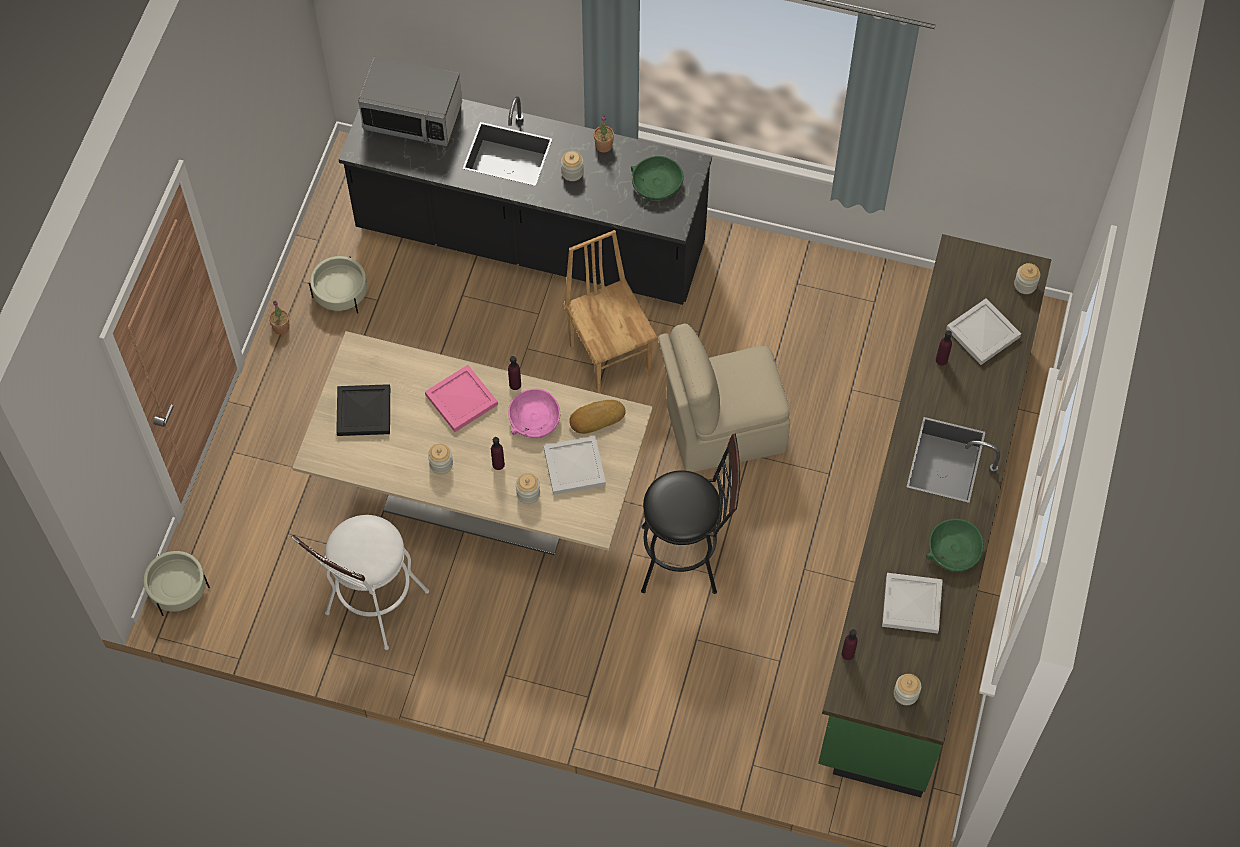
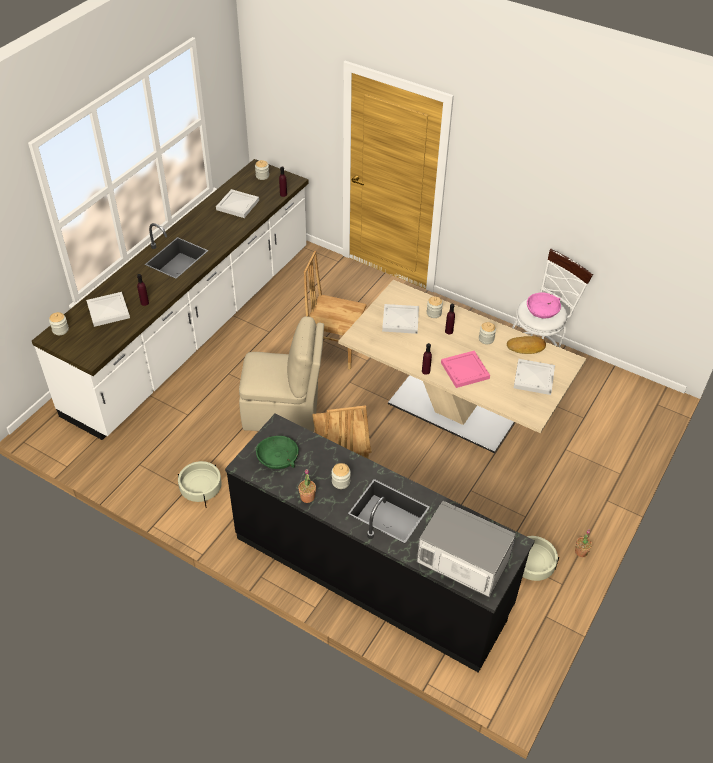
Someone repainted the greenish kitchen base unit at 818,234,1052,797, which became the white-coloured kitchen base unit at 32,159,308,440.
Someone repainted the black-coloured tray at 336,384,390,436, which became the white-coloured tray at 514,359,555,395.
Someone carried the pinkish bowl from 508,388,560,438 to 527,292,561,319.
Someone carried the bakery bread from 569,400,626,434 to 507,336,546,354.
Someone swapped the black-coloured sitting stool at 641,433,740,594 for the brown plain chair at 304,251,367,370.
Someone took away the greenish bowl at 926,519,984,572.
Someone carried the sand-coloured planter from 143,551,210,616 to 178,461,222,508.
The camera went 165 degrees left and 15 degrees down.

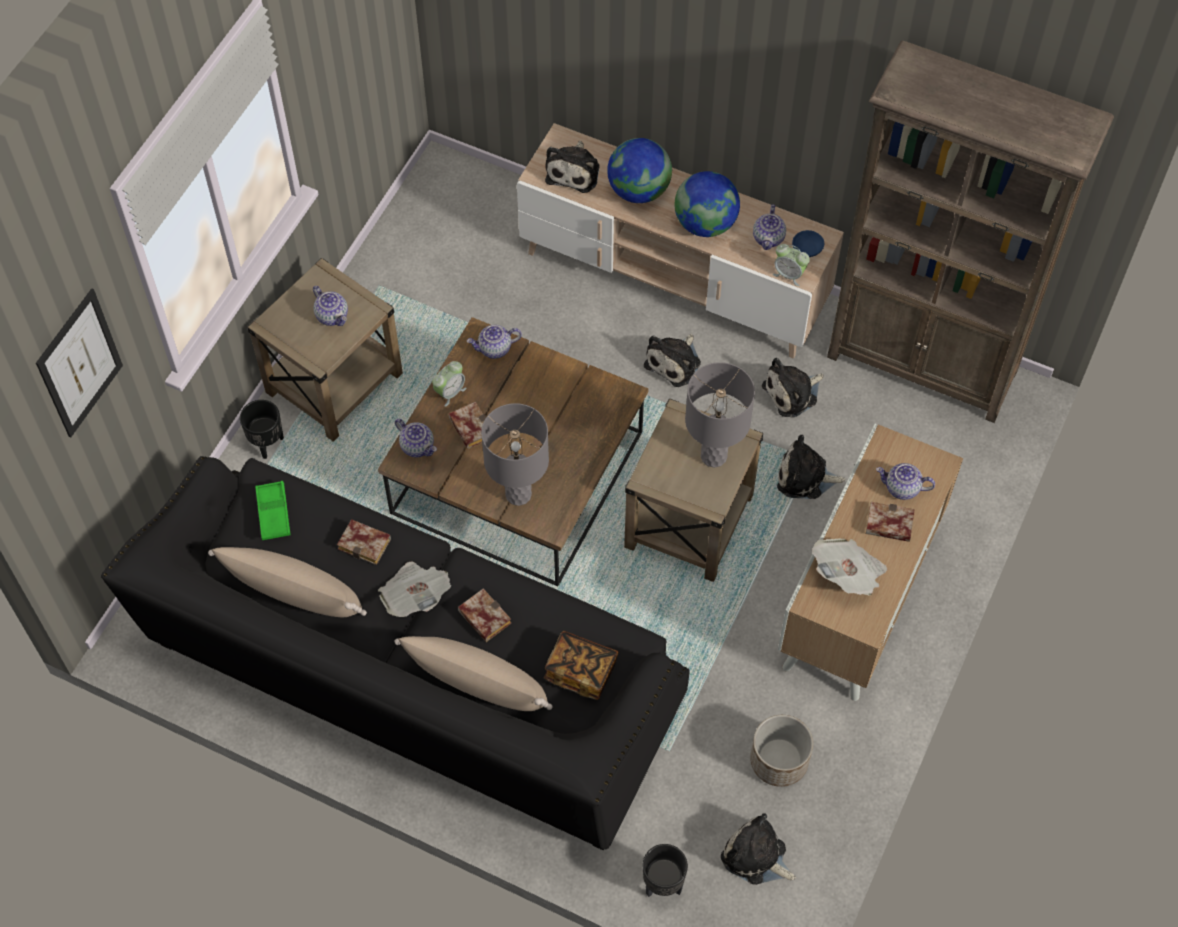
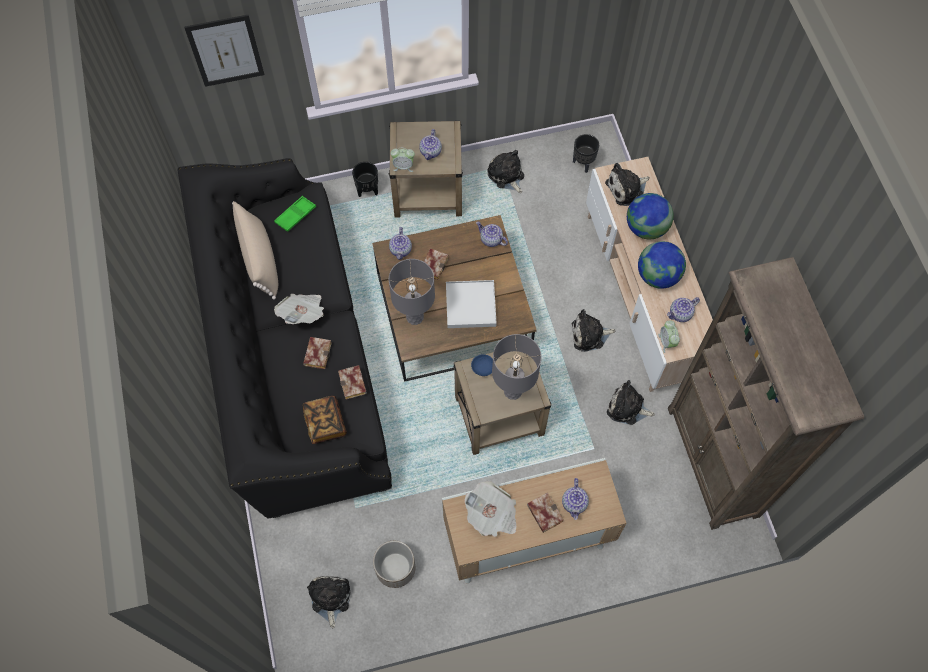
Someone carried the blue-coloured bowl from 792,230,824,257 to 471,354,493,376.
Someone carried the bedside clock from 432,361,467,407 to 391,148,415,172.
Someone carried the soft toy from 777,435,845,499 to 487,150,524,193.
Someone rotated the pot for tea at 876,463,935,500 by 150 degrees counterclockwise.
Someone carried the book from 337,519,391,565 to 338,365,367,400.
Someone took away the sand-coloured throw pillow at 395,636,553,711.
Someone carried the black-coloured planter from 643,844,688,897 to 573,134,599,173.
Someone put down the white-coloured tray at 446,280,496,328.
The camera went 50 degrees right and 5 degrees up.

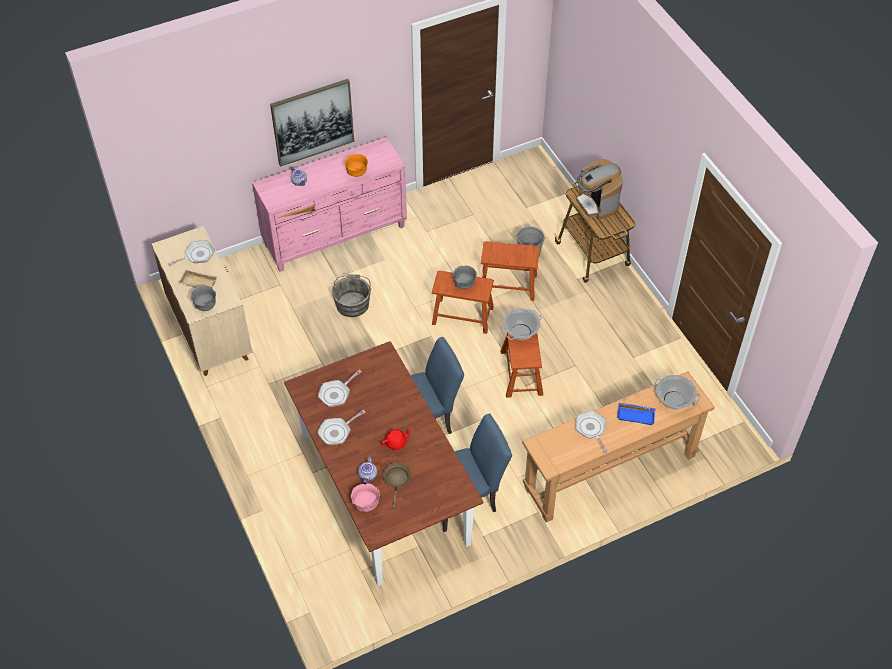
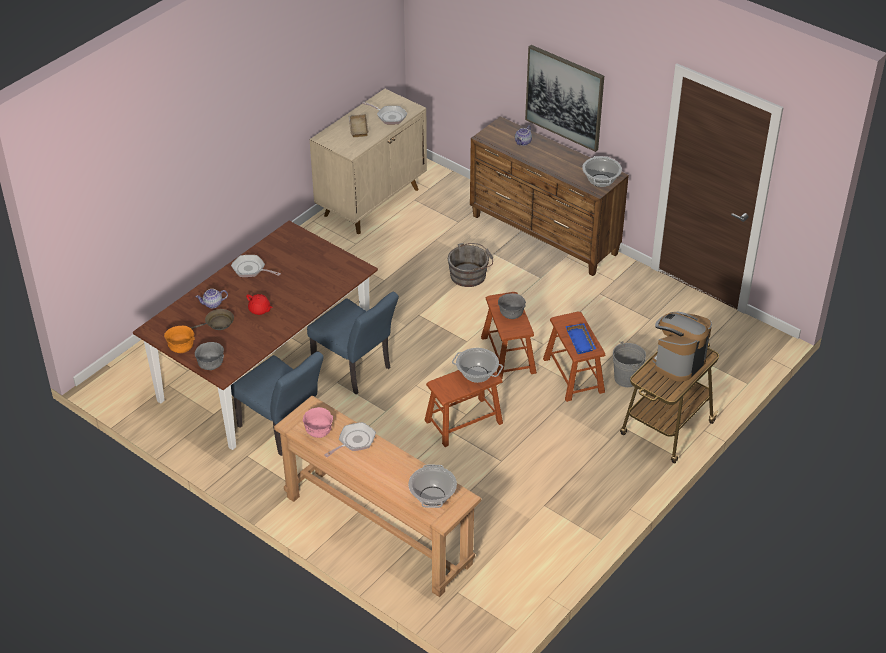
Someone repainted the pinkish dresser at 252,137,407,272, which became the brown dresser at 470,116,629,276.
Someone carried the orange-coloured bowl from 345,154,368,177 to 164,326,195,353.
Someone carried the grey bowl from 191,285,216,311 to 195,342,224,370.
Someone took away the frying pan at 318,369,362,407.
Someone carried the blue-coloured tray from 617,403,655,425 to 566,323,596,355.
Someone carried the pinkish bowl from 351,483,380,512 to 303,407,333,438.
Someone put down the stockpot at 582,156,622,187.
The camera went 65 degrees right and 10 degrees down.

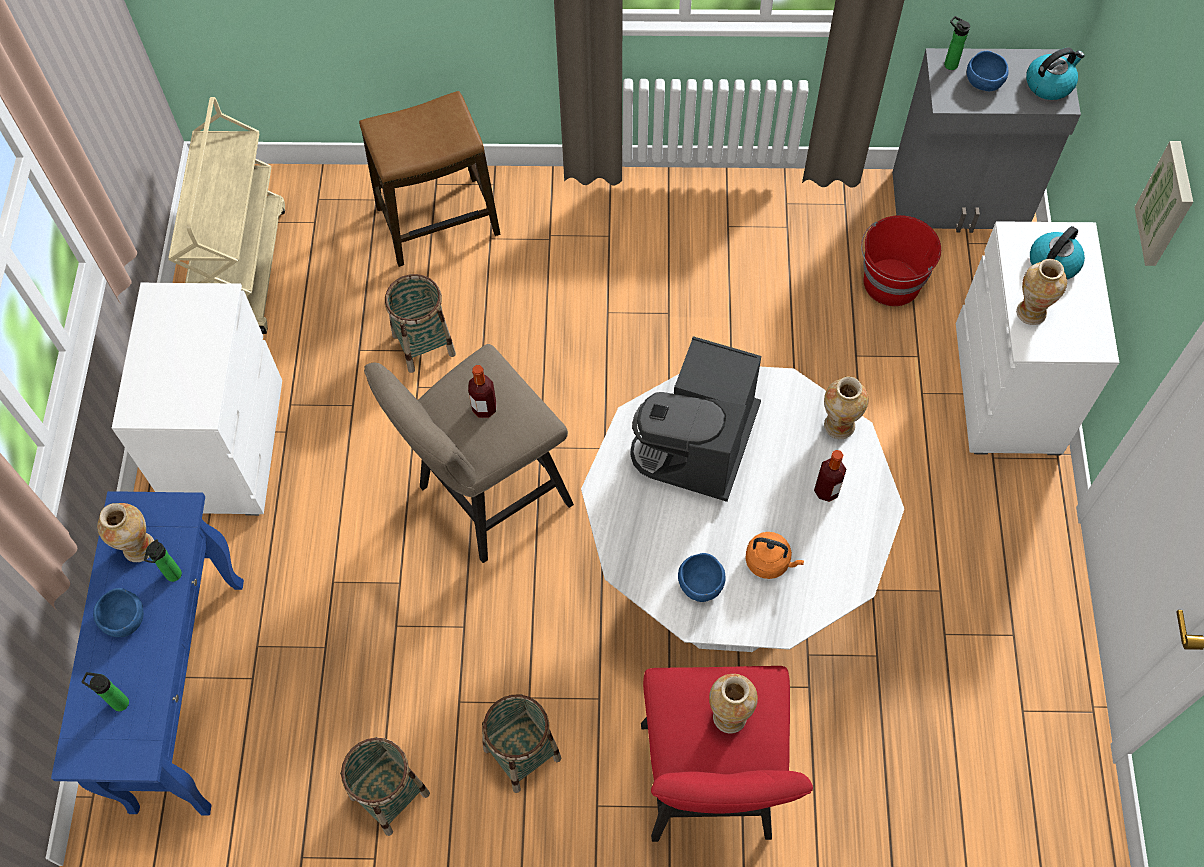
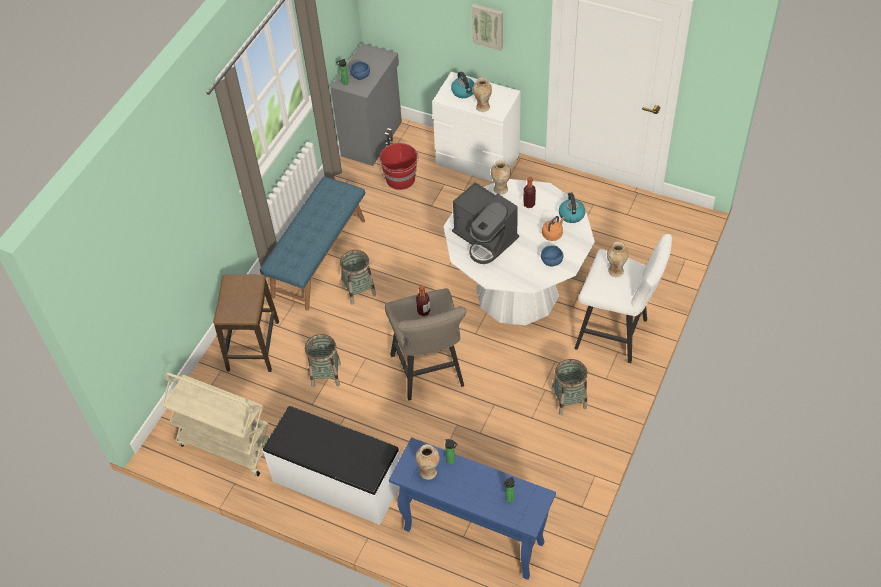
Someone carried the water kettle from 1026,48,1085,100 to 559,192,585,223.
Someone swapped the white-coloured dresser at 112,283,282,516 for the white-coloured bench at 263,406,400,525.
Someone took away the blue-coloured bowl at 93,588,144,637.
Someone repainted the red-coloured sitting stool at 641,666,813,842, which became the white-coloured sitting stool at 574,234,672,363.
Someone carried the basket from 340,737,430,836 to 340,250,376,305.
Someone put down the blue-coloured bench at 260,176,365,311.
The camera went 65 degrees left and 10 degrees down.

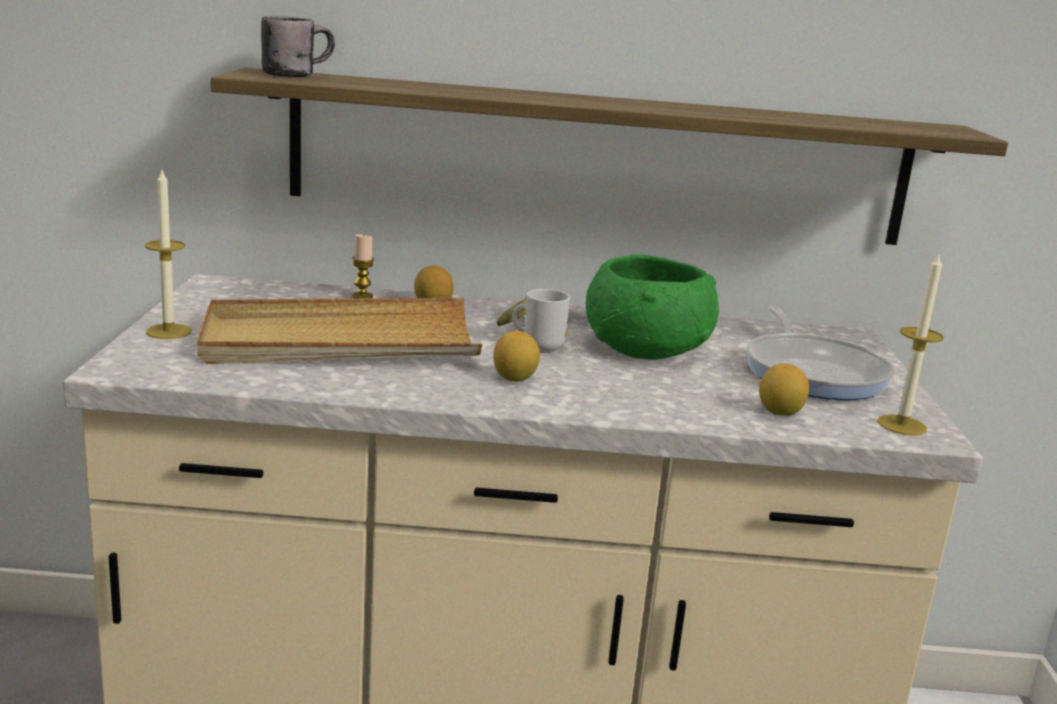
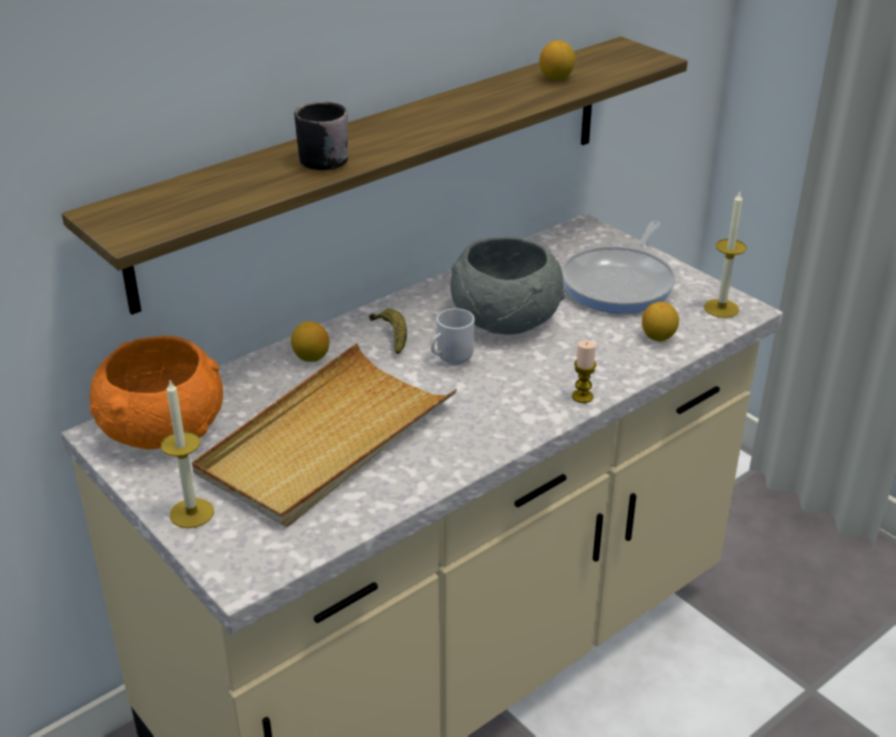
Someone carried the black-coloured coffee mug from 261,16,335,77 to 294,102,348,170.
Someone carried the wax light from 352,234,374,299 to 572,340,596,403.
Someone repainted the greenish bowl at 586,254,719,360, which became the grey bowl at 450,237,565,334.
Someone rotated the frying pan at 746,307,895,400 by 75 degrees clockwise.
Someone carried the citrus fruit from 493,331,540,382 to 540,40,575,80.
Someone put down the orange-coloured bowl at 90,335,223,450.
The camera went 40 degrees left and 15 degrees up.

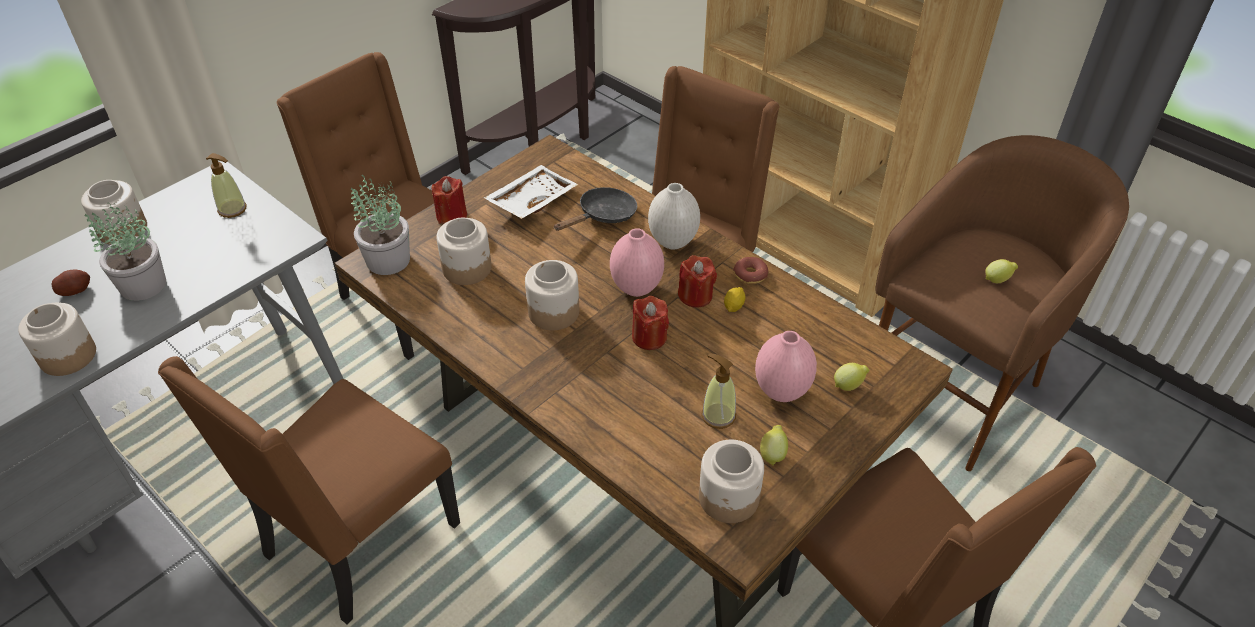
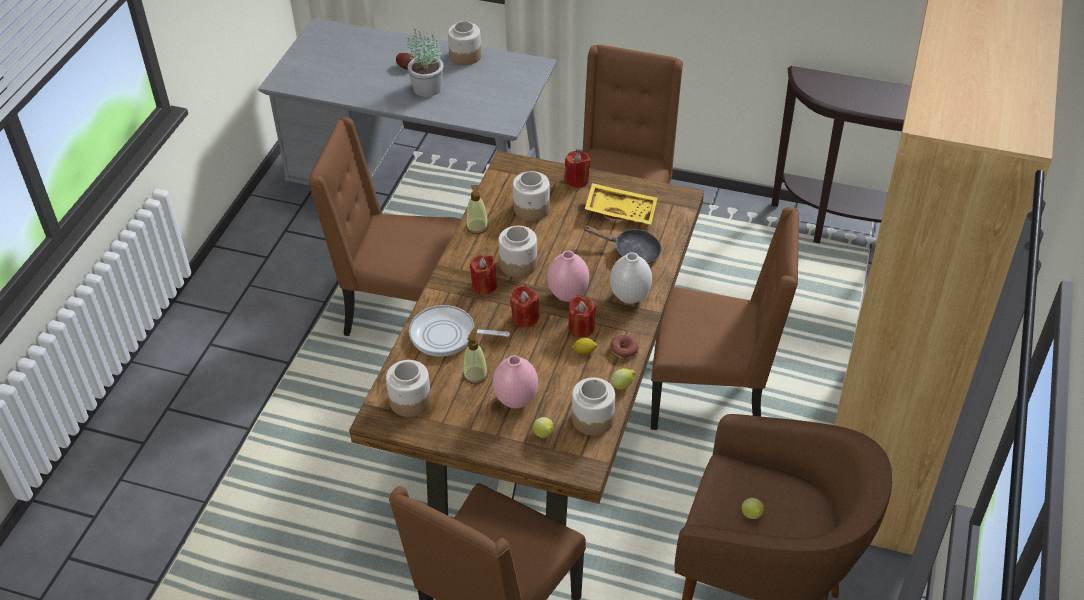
Someone carried the soap dispenser from 206,153,247,218 to 466,185,489,234.
Someone repainted the white-coloured tray at 484,165,578,219, which became the yellow-coloured tray at 585,183,657,225.
Someone took away the houseplant at 350,175,410,275.
Someone carried the storage jar from 18,302,96,376 to 572,377,615,436.
Someone carried the citrus fruit from 760,425,788,466 to 611,368,636,390.
Someone put down the red-coloured wax light at 470,255,497,294.
Someone put down the frying pan at 409,305,510,357.
The camera went 65 degrees right and 0 degrees up.

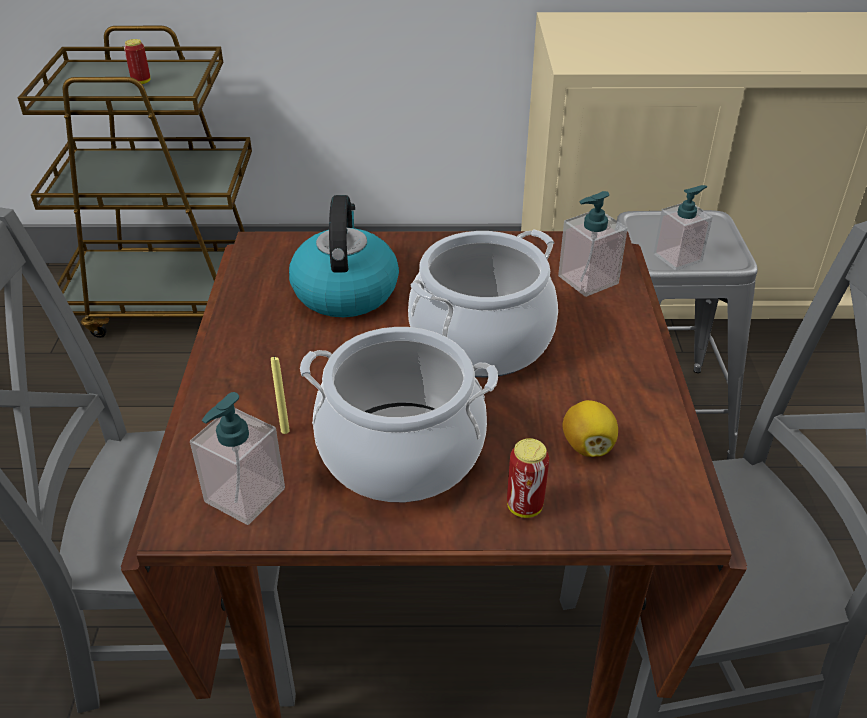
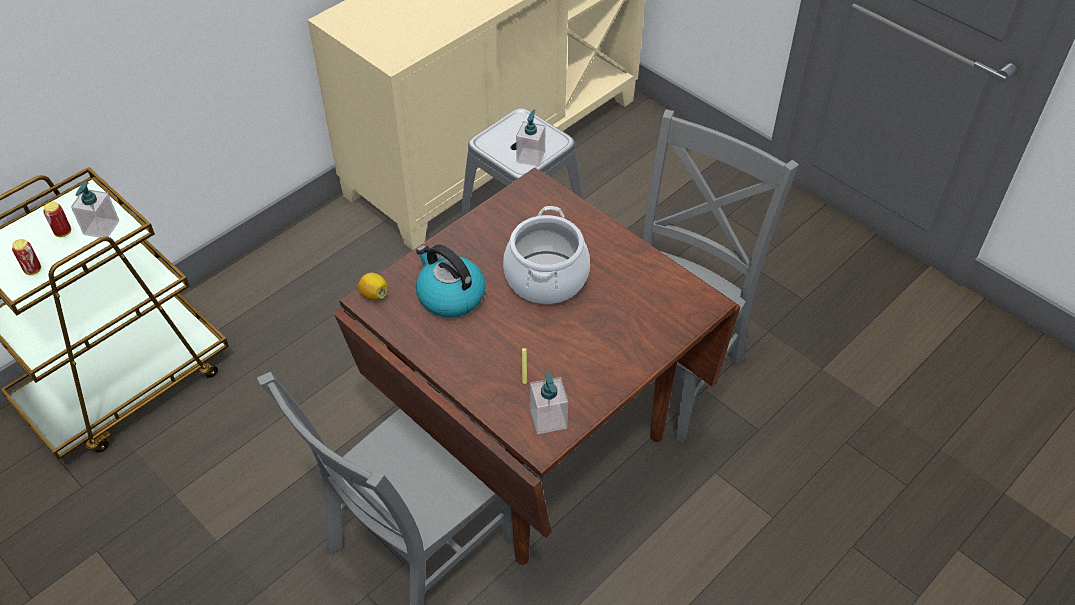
Someone carried the soap dispenser from 558,191,628,297 to 71,181,119,238.
Someone took away the stockpot at 300,327,498,502.
Someone carried the citrus fruit from 563,400,618,457 to 358,273,388,301.
Someone carried the metal can from 507,438,549,518 to 12,239,41,275.
The camera went 45 degrees left and 10 degrees up.

